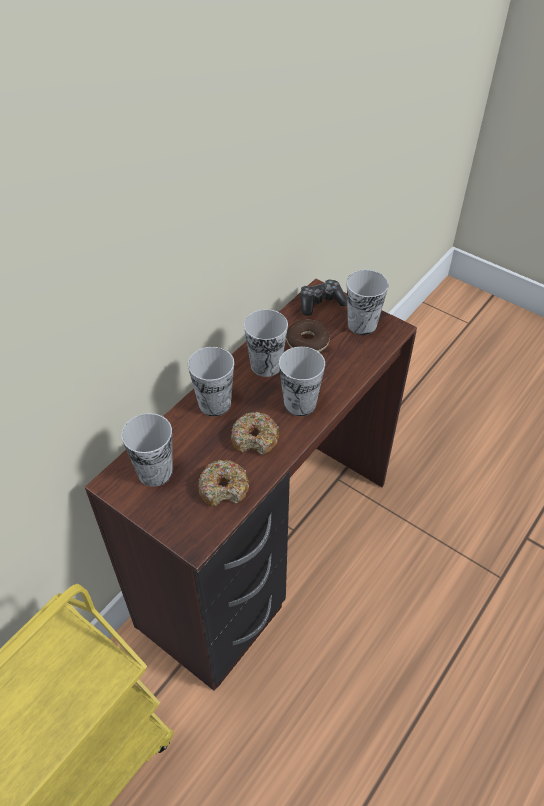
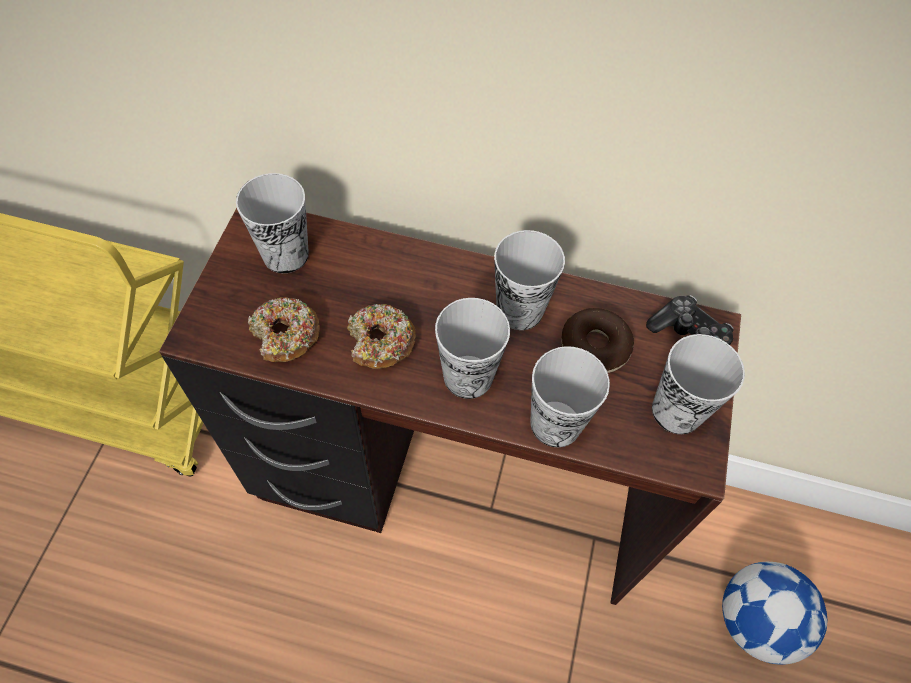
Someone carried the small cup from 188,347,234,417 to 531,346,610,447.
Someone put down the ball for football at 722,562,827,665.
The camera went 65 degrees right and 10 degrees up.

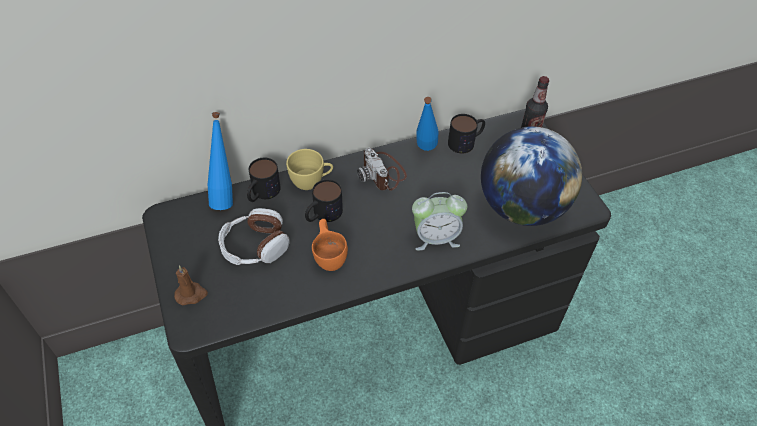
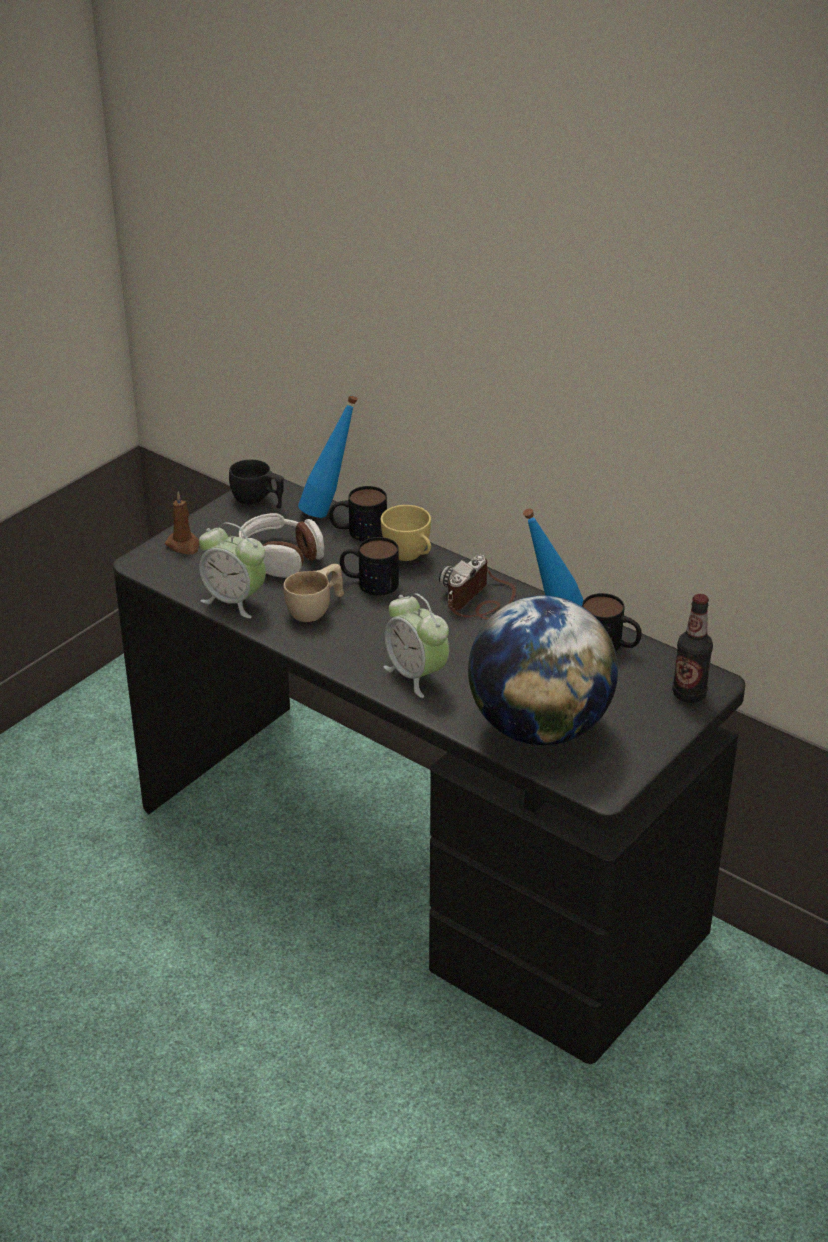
Someone repainted the orange-coloured small cup at 312,219,348,271, which became the sand-coloured small cup at 283,564,344,622.
Someone put down the black-coloured small cup at 229,460,284,508.
Someone put down the bedside clock at 199,522,266,618.
The camera went 60 degrees right and 15 degrees down.

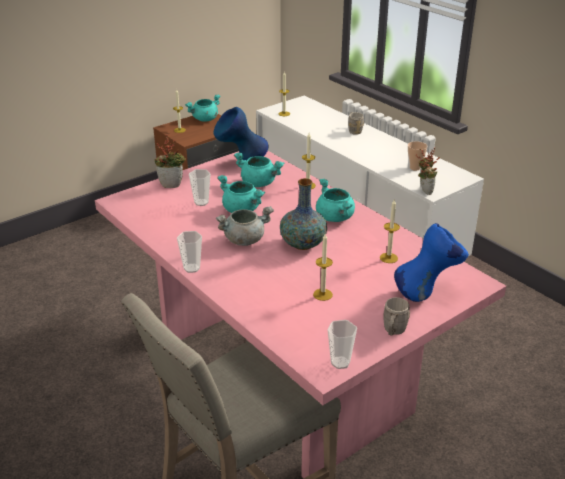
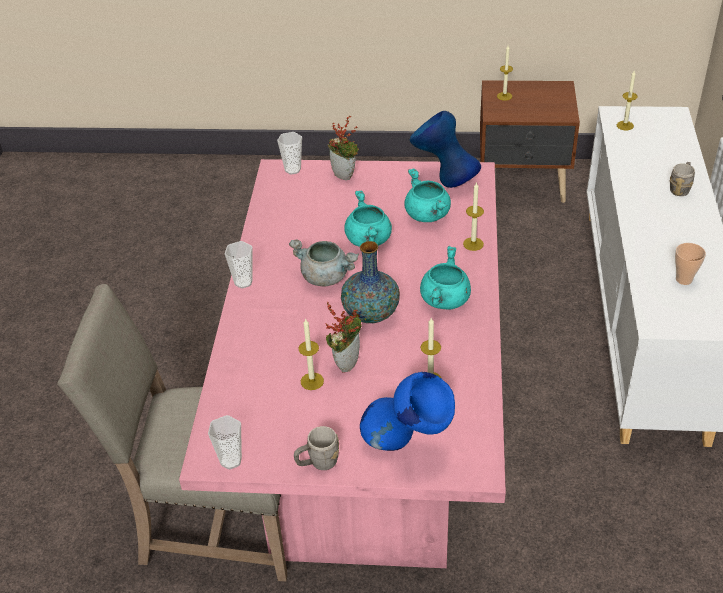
Someone took away the blue-green stockpot at 185,94,221,122.
Someone carried the houseplant from 416,148,440,195 to 325,301,362,373.
Someone carried the small cup from 189,169,211,206 to 277,132,302,174.
The camera went 45 degrees right and 10 degrees up.

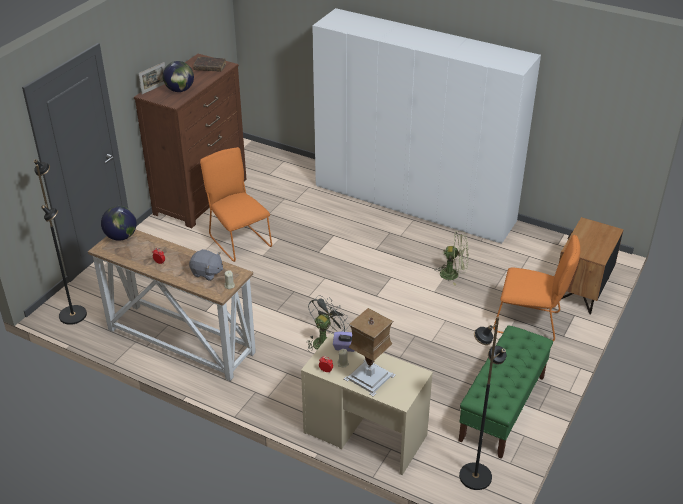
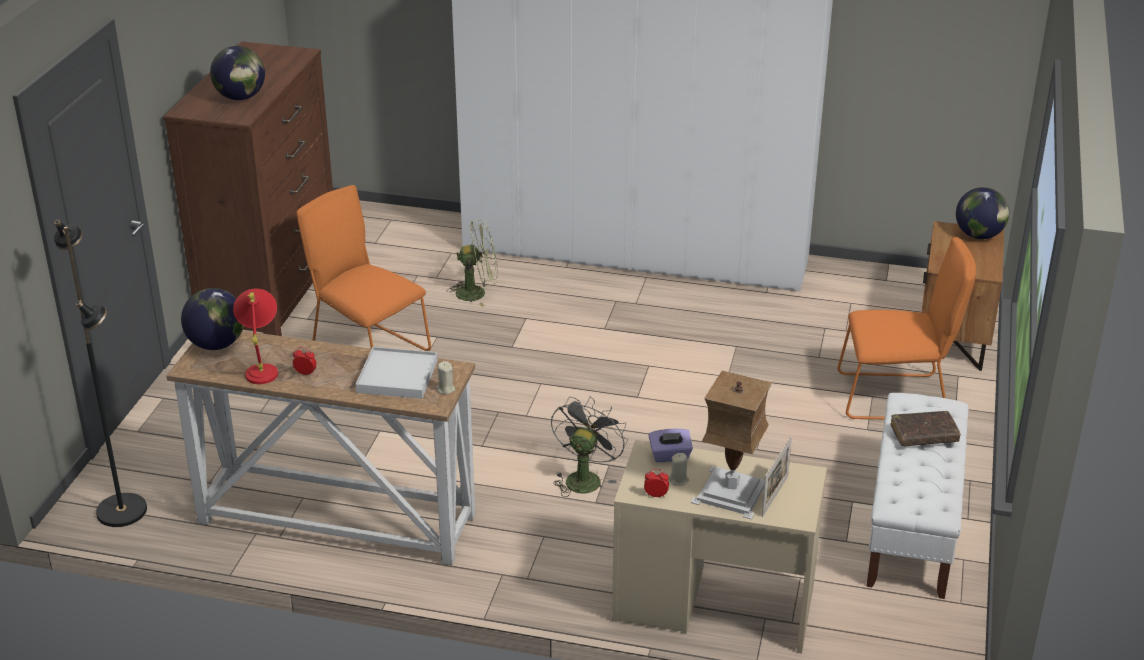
Someone carried the brown book from 193,57,226,72 to 890,411,961,446.
Someone carried the picture frame from 139,62,165,94 to 762,436,792,517.
Someone carried the greenish cooling fan from 436,231,469,285 to 447,219,498,307.
Someone swapped the grey soft toy at 189,249,223,281 for the white-coloured tray at 356,347,438,399.
Someone took away the black-coloured standard lamp at 459,317,506,490.
Someone repainted the greenish bench at 459,325,553,459, which became the white-coloured bench at 866,393,968,599.
Someone put down the desk globe at 956,187,1009,239.
Someone put down the red-coloured lamp for a table at 233,289,278,384.
The camera went 15 degrees left and 5 degrees down.

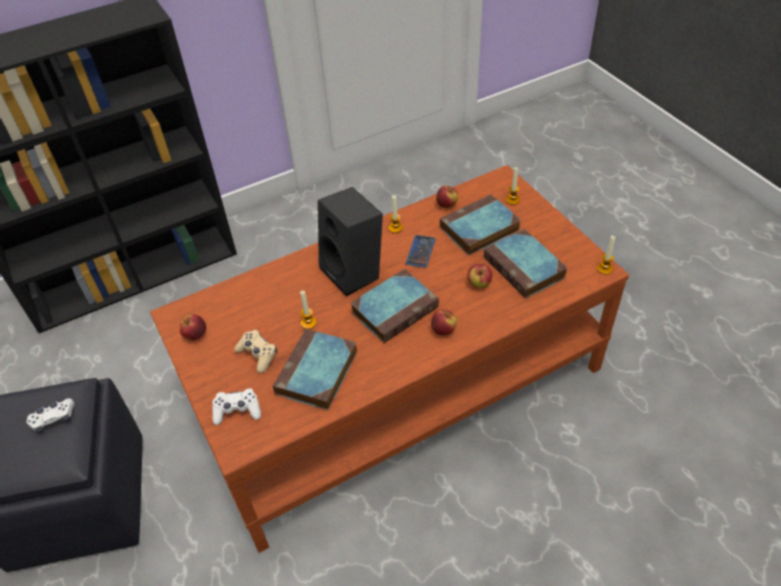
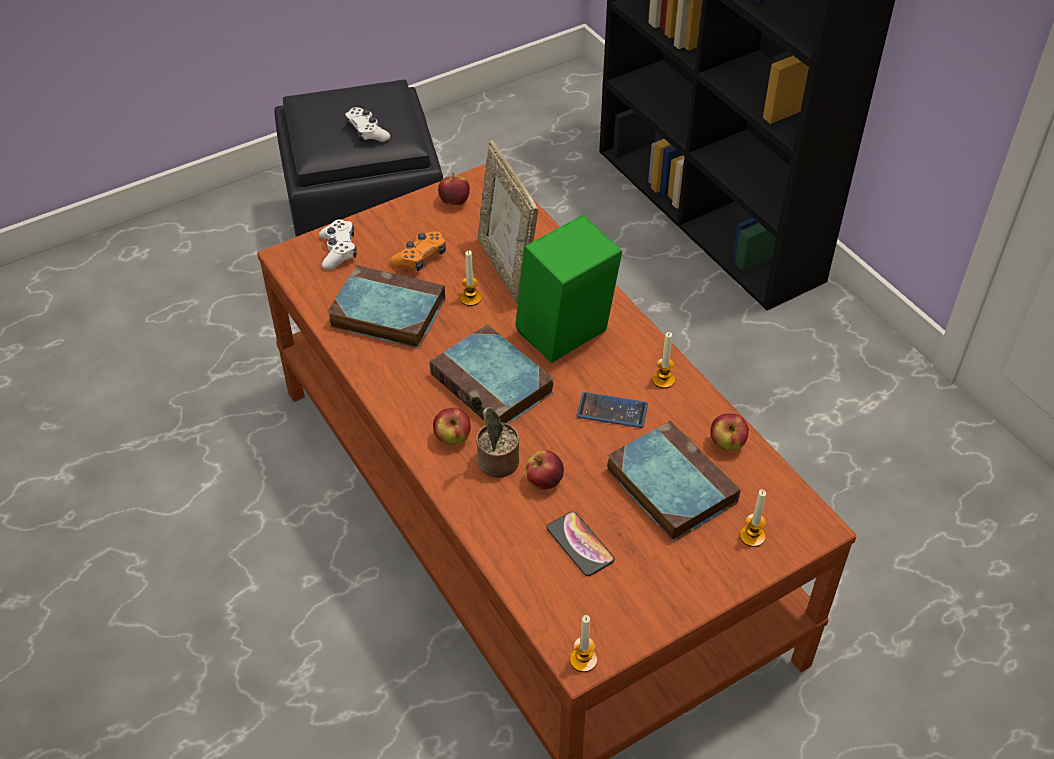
Someone repainted the black-coloured speaker at 318,187,383,296, which became the greenish speaker at 515,215,622,363.
Someone swapped the book at 484,229,567,299 for the telephone at 547,511,615,576.
Someone repainted the sand-coloured joypad at 234,330,277,373, which became the orange-coloured joypad at 390,232,446,271.
Someone put down the picture frame at 478,140,538,306.
Someone put down the houseplant at 471,396,519,478.
The camera went 85 degrees right and 0 degrees up.

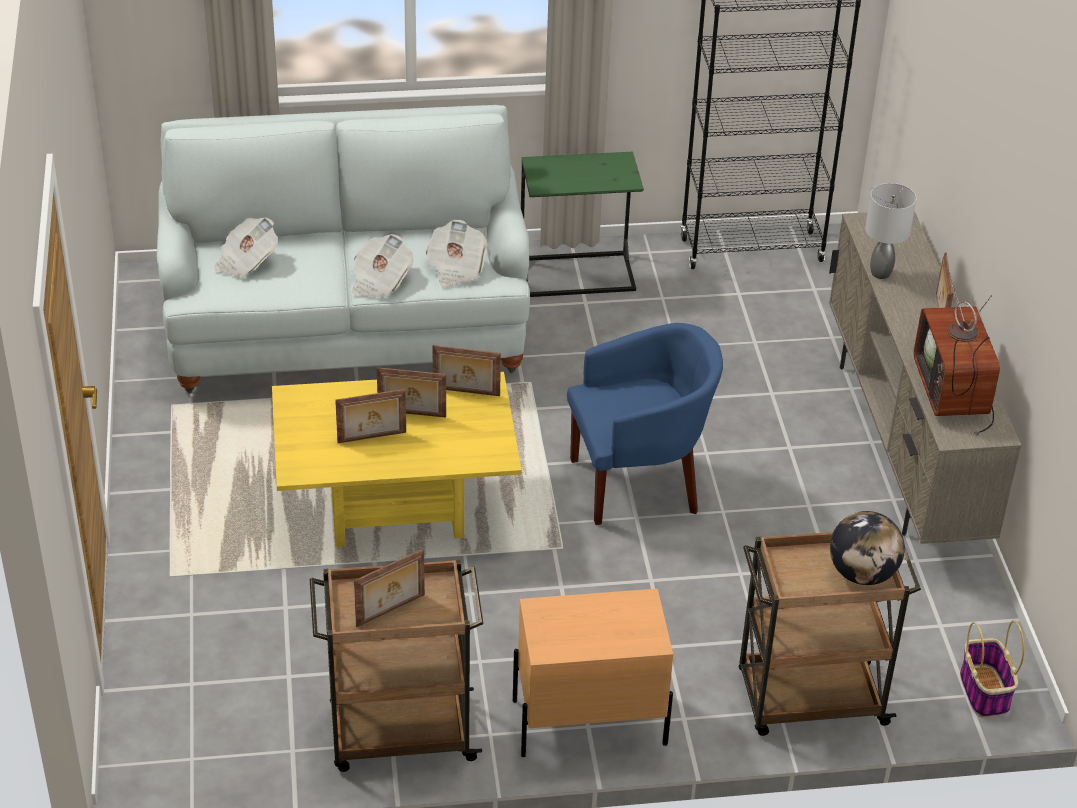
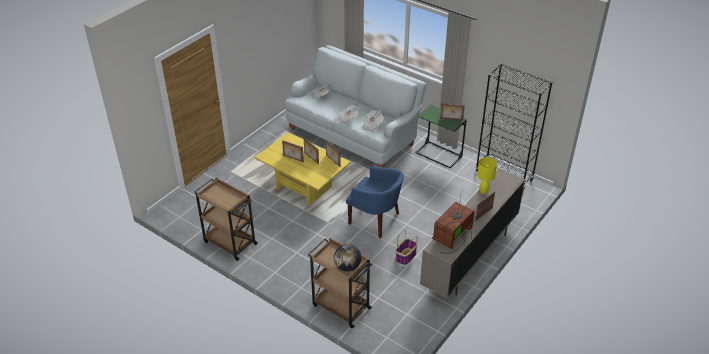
Someone repainted the grey lamp for a table at 865,183,916,279, which became the yellow-coloured lamp for a table at 477,157,497,194.
Someone carried the picture frame from 354,549,425,627 to 440,103,465,121.
Someone took away the sand-coloured night table at 513,589,673,757.
Someone carried the basket from 960,620,1025,718 to 395,229,418,265.
The camera went 45 degrees right and 0 degrees up.

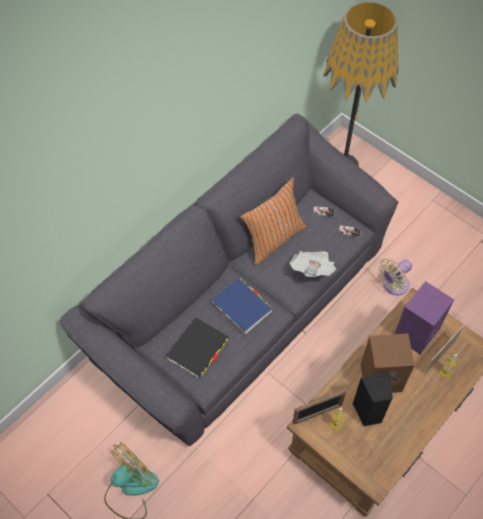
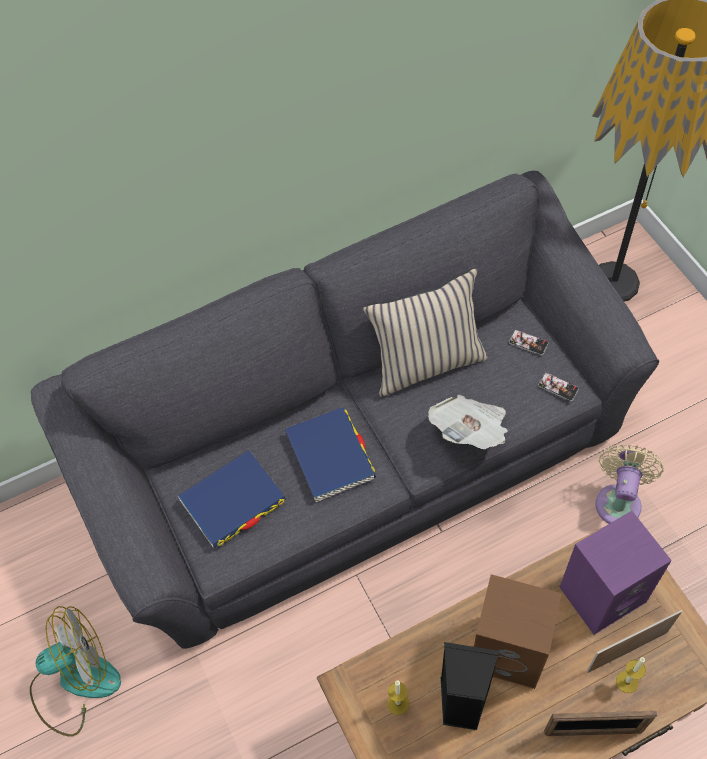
Someone repainted the orange-coloured throw pillow at 240,177,306,265, which became the sand-coloured throw pillow at 363,268,488,397.
Someone rotated the sand-coloured cooling fan at 379,258,412,295 by 120 degrees clockwise.
Someone repainted the black-coloured book at 167,318,228,378, which became the blue-coloured book at 178,450,286,548.
Someone carried the picture frame from 293,389,347,425 to 544,711,657,736.
The camera went 25 degrees right and 0 degrees up.

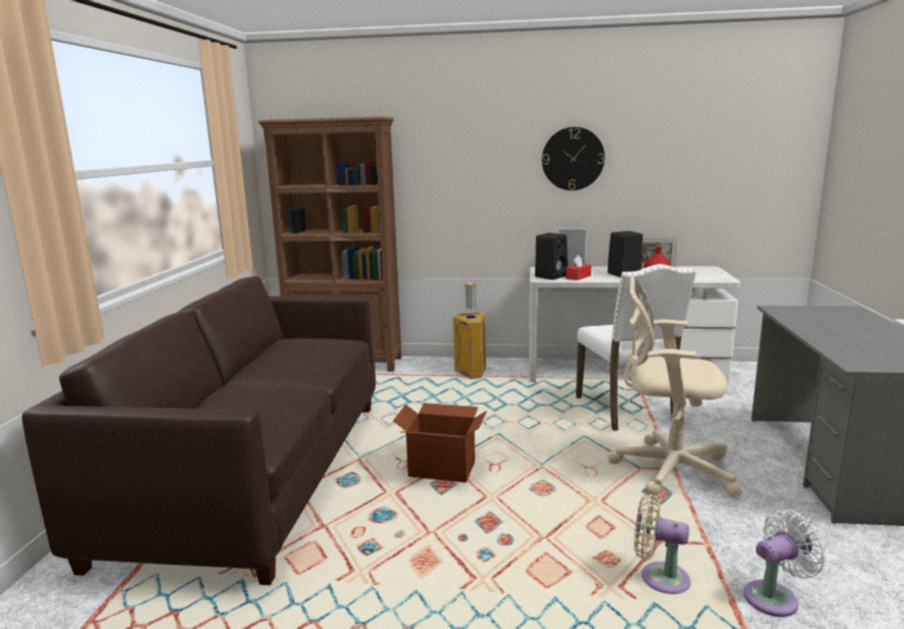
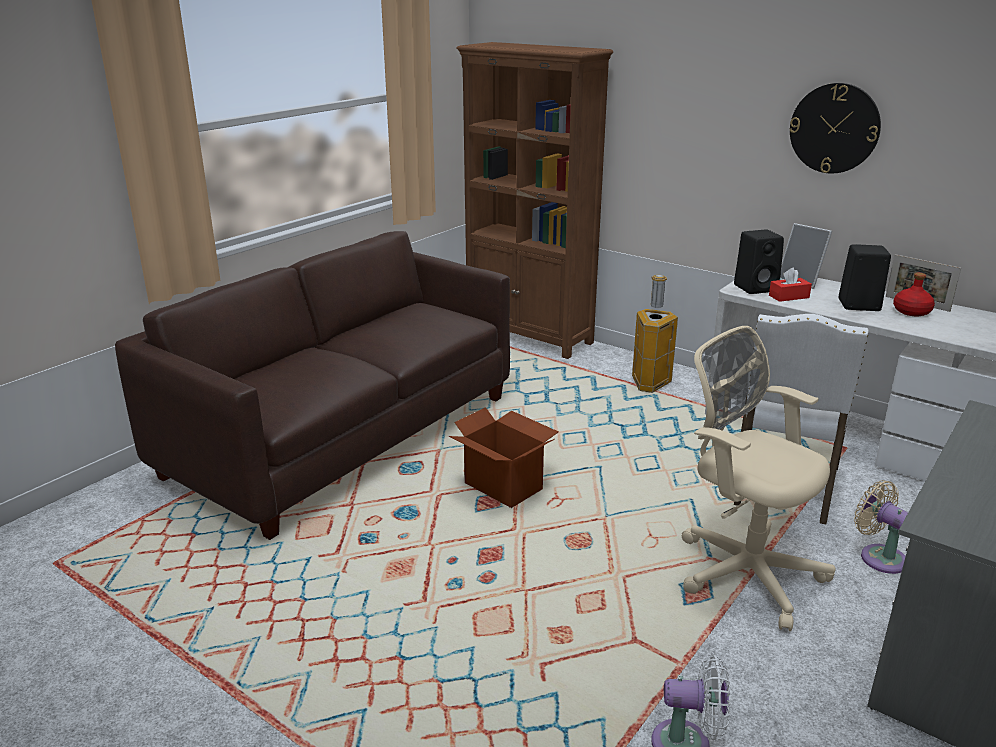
Someone carried the sand-coloured cooling fan from 634,494,691,594 to 854,480,908,574.
The camera went 30 degrees right and 10 degrees up.

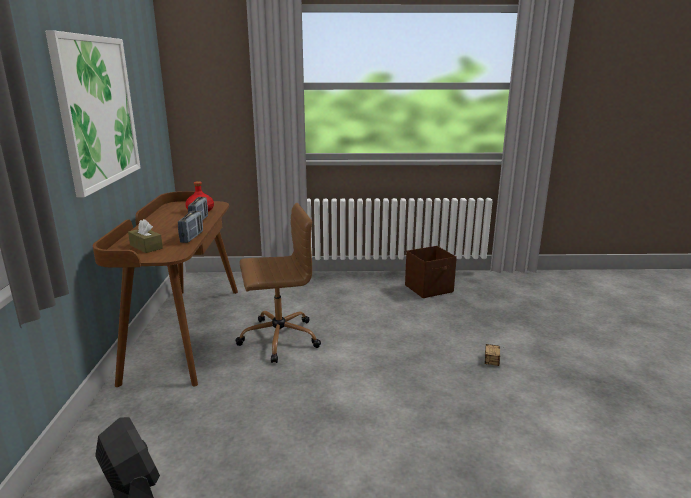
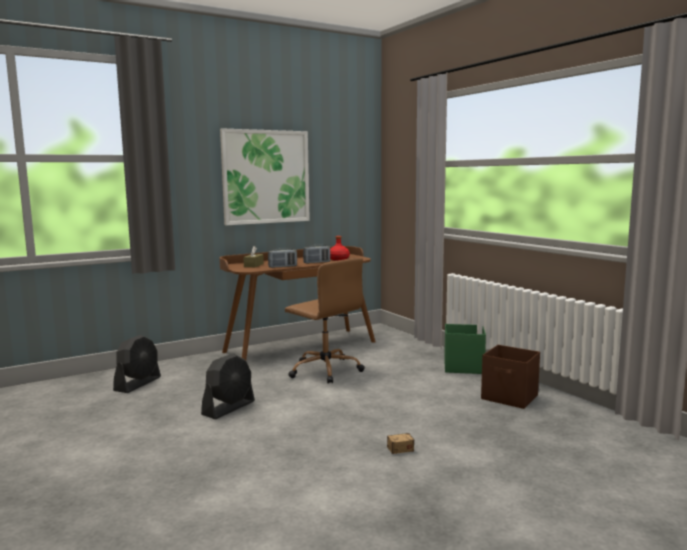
Someone put down the greenish storage box at 444,324,486,374.
Someone put down the black-coloured cooling fan at 201,353,255,419.
The camera went 60 degrees right and 10 degrees down.

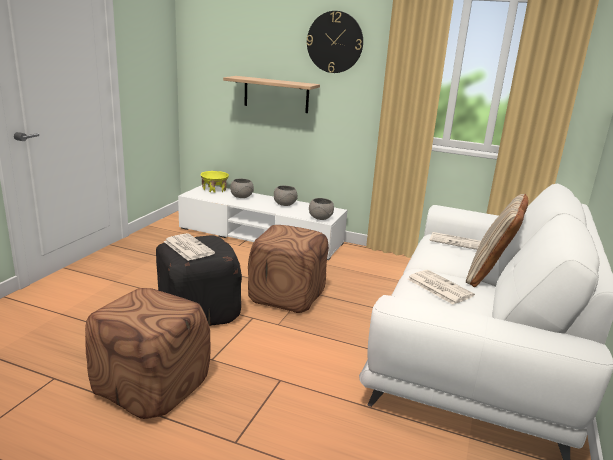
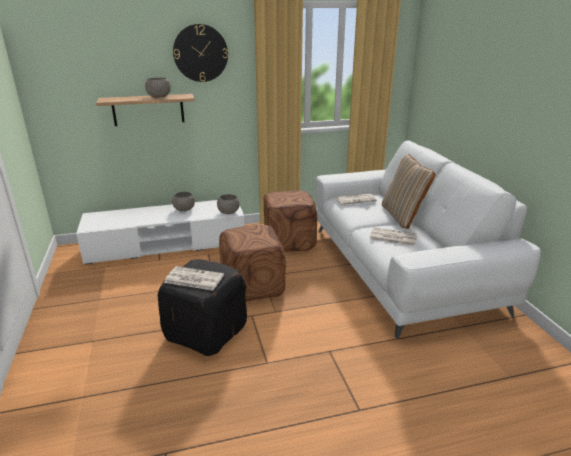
Someone took away the yellow-coloured bowl at 200,171,229,193.
Someone carried the grey bowl from 230,179,254,198 to 145,78,171,98.
Someone carried the brown footrest from 85,288,210,419 to 264,190,317,252.
The camera went 35 degrees left and 5 degrees up.

